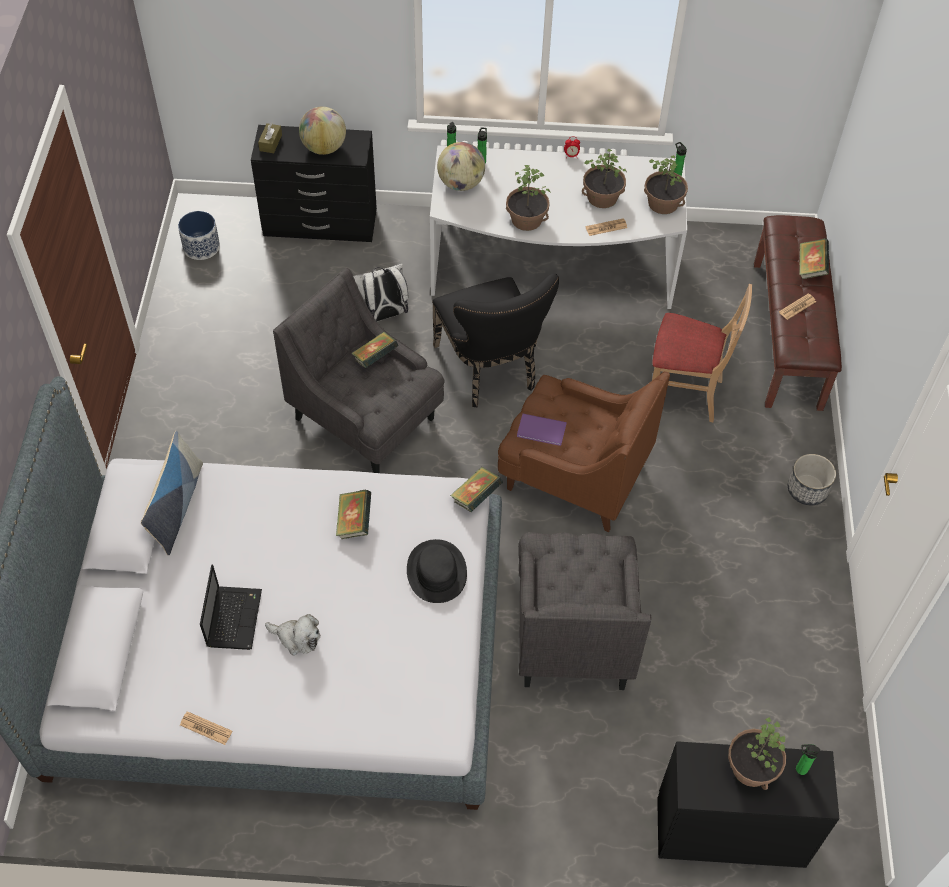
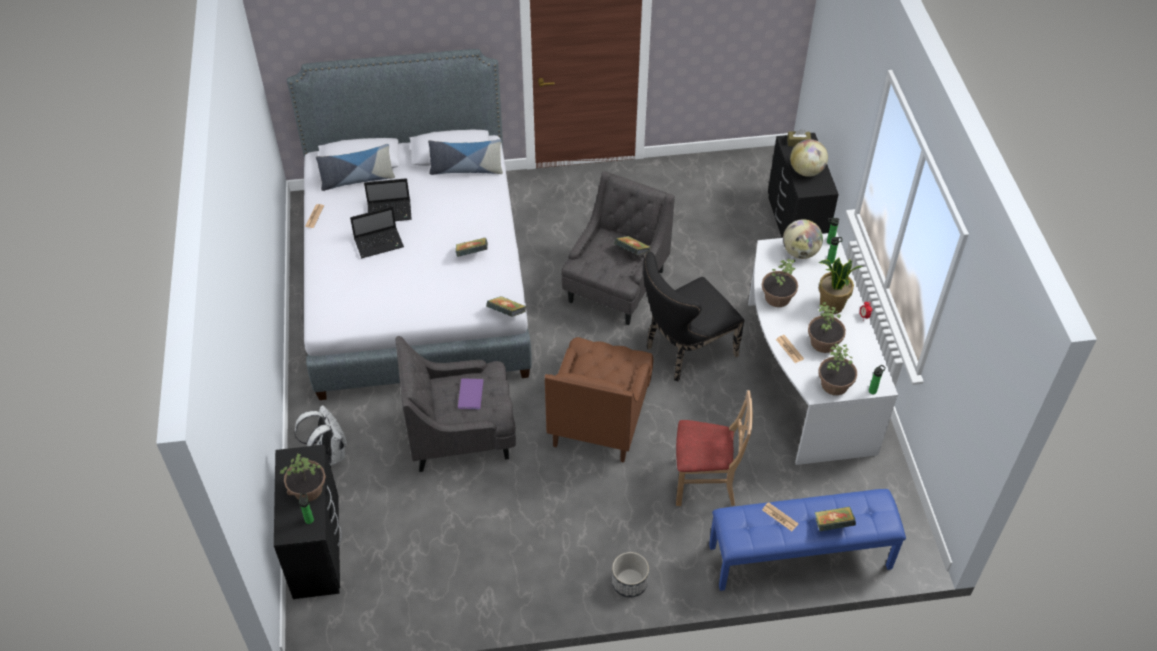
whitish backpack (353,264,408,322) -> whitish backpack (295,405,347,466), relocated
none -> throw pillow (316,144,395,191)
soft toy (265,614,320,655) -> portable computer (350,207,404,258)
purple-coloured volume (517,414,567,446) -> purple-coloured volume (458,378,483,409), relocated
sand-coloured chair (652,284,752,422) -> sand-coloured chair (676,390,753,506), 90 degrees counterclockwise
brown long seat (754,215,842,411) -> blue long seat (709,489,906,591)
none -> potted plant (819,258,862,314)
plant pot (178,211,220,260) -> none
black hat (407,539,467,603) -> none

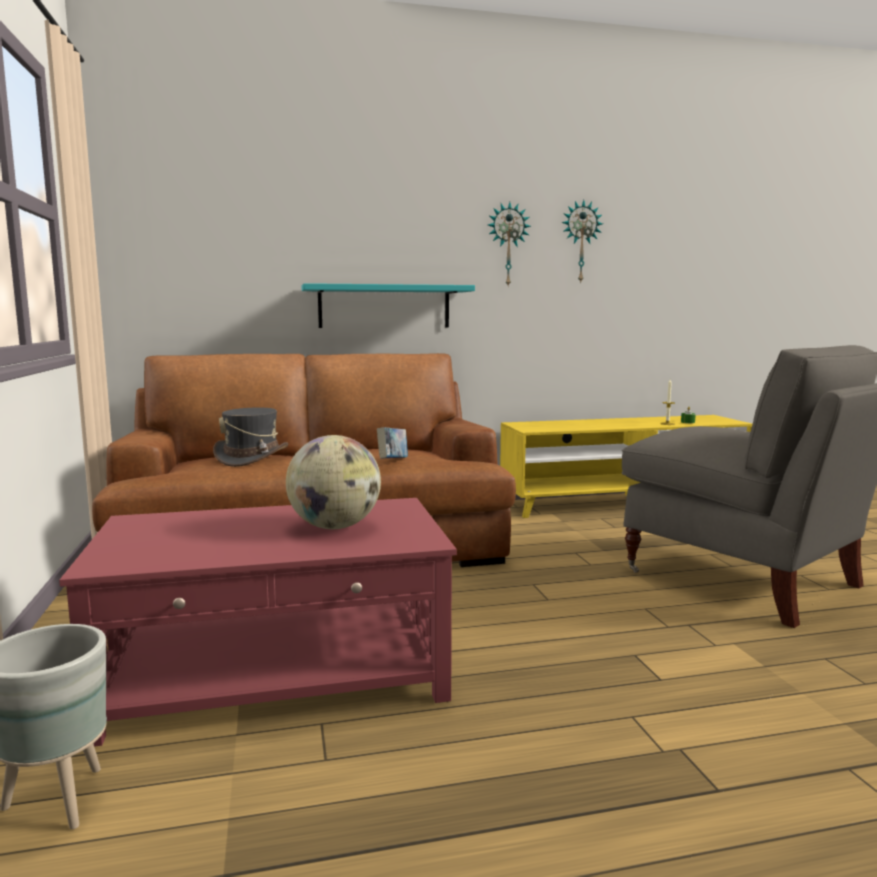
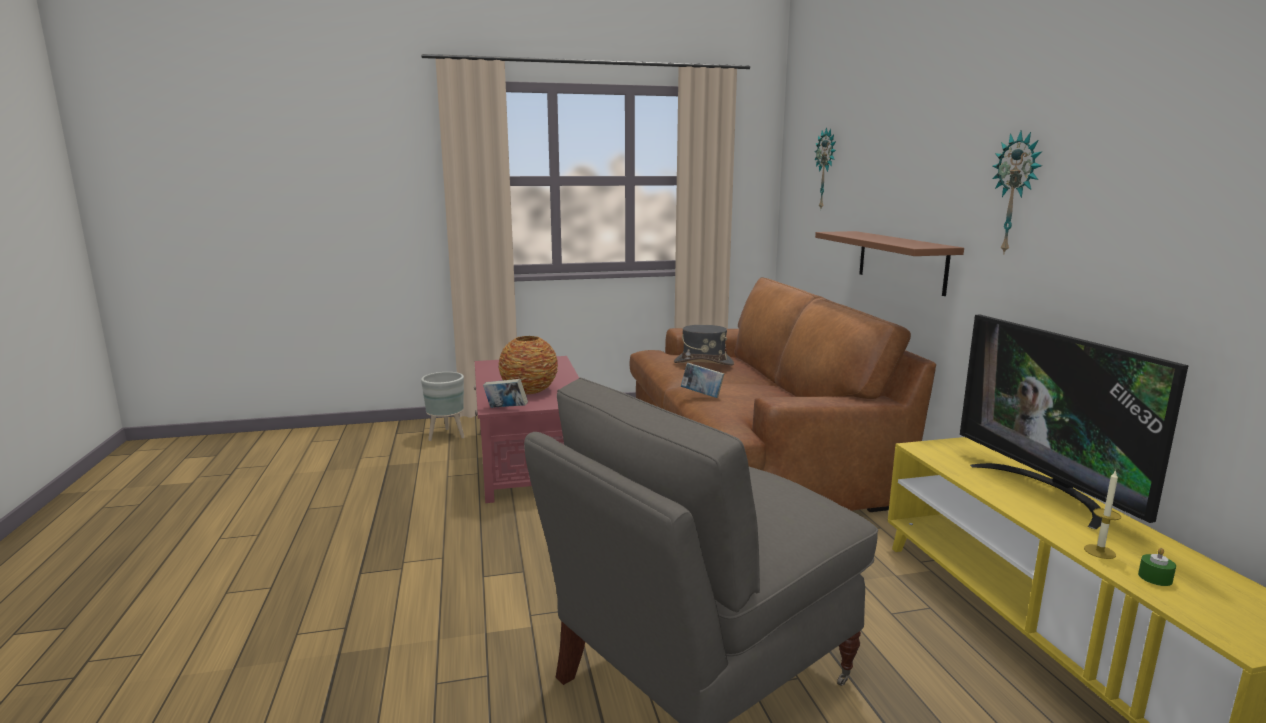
none -> volume (483,379,528,408)
globe (286,435,381,529) -> vase (499,336,558,395)
wall clock (562,200,603,284) -> wall clock (815,127,836,208), relocated
turquoise wall shelf (302,283,475,328) -> brown wall shelf (815,231,964,296)
none -> television (960,315,1189,529)

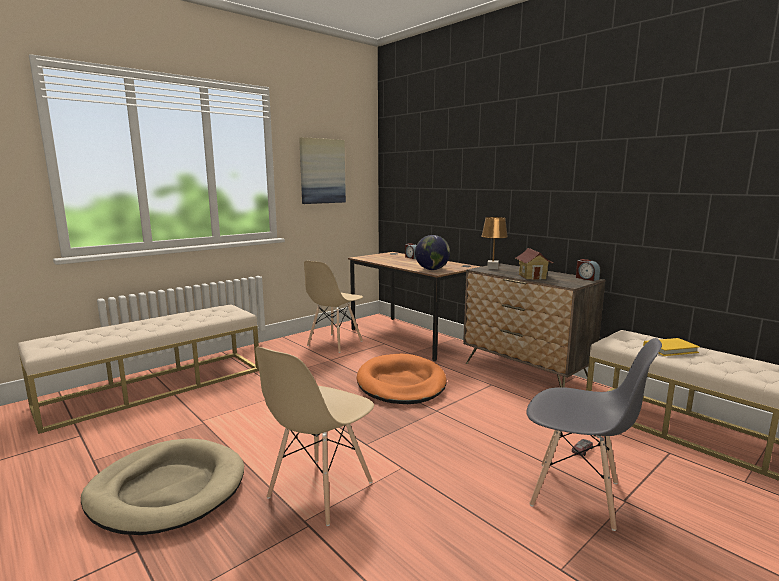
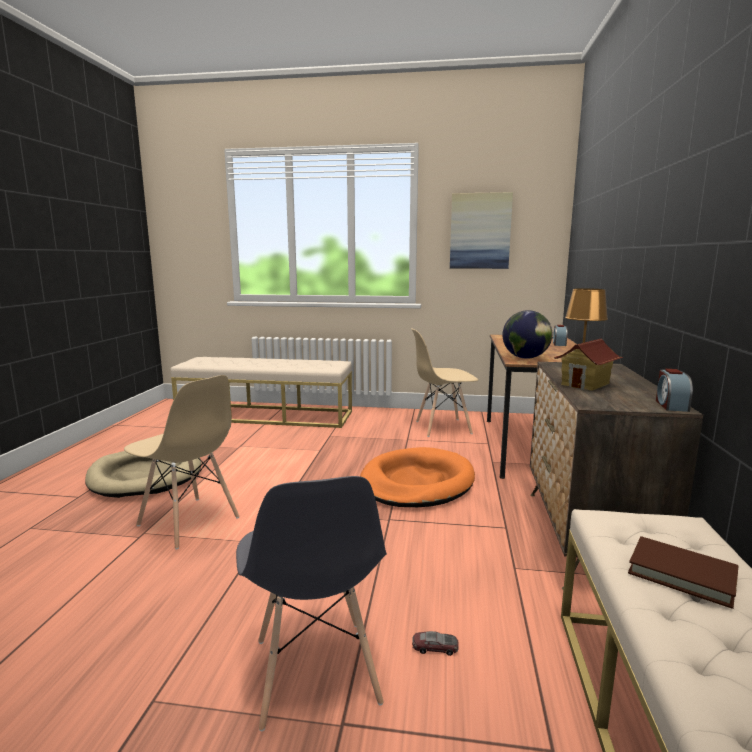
sand-coloured chair (255,347,374,526) -> sand-coloured chair (124,375,240,549), 135 degrees counterclockwise
yellowish volume (643,338,700,356) -> brown volume (628,536,738,609)

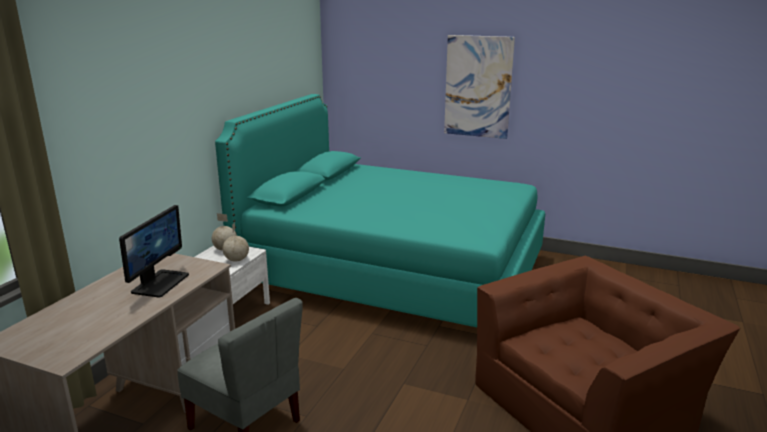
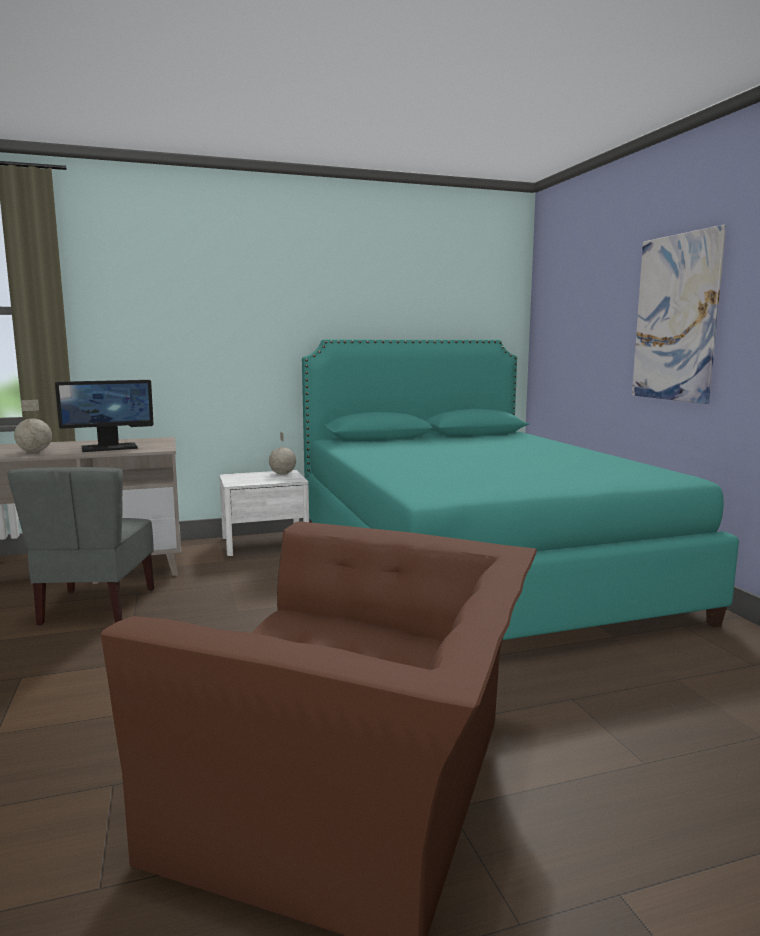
globe (222,221,249,262) -> globe (14,400,52,452), relocated

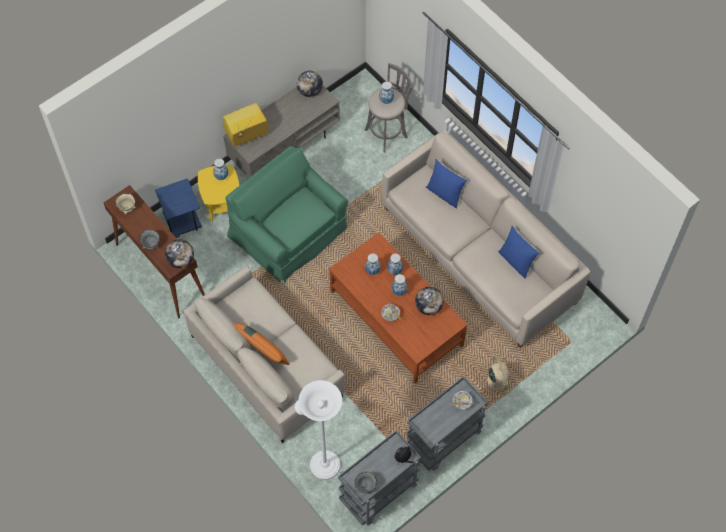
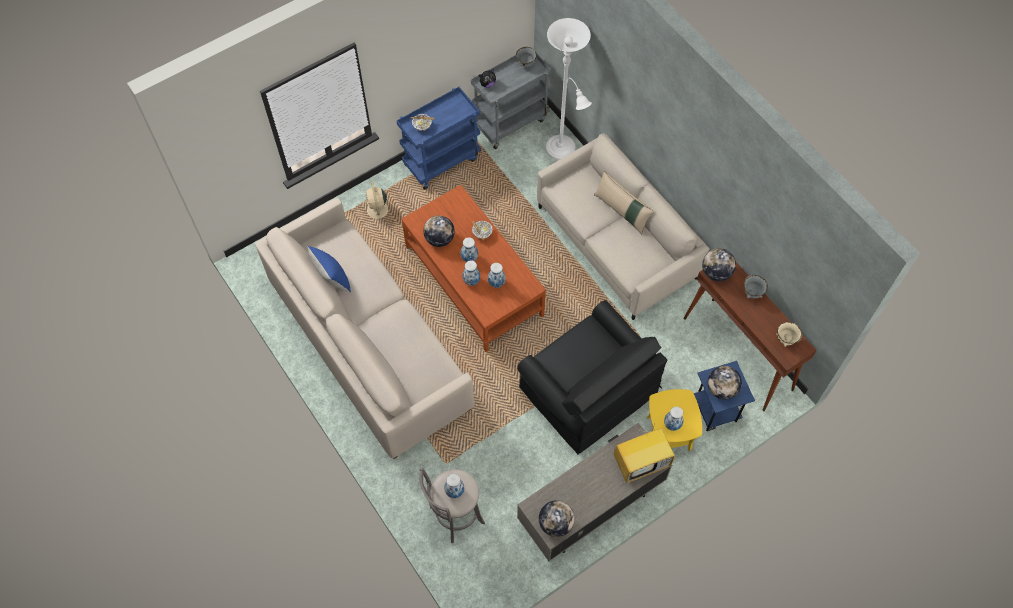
gray wheeled cart (406,376,488,471) -> blue wheeled cart (397,87,481,190)
greenish easy chair (225,146,348,283) -> black easy chair (517,300,667,455)
orange throw pillow (234,323,289,365) -> sand-coloured throw pillow (594,171,654,234)
none -> globe (708,366,742,400)
blue throw pillow (426,159,467,209) -> none

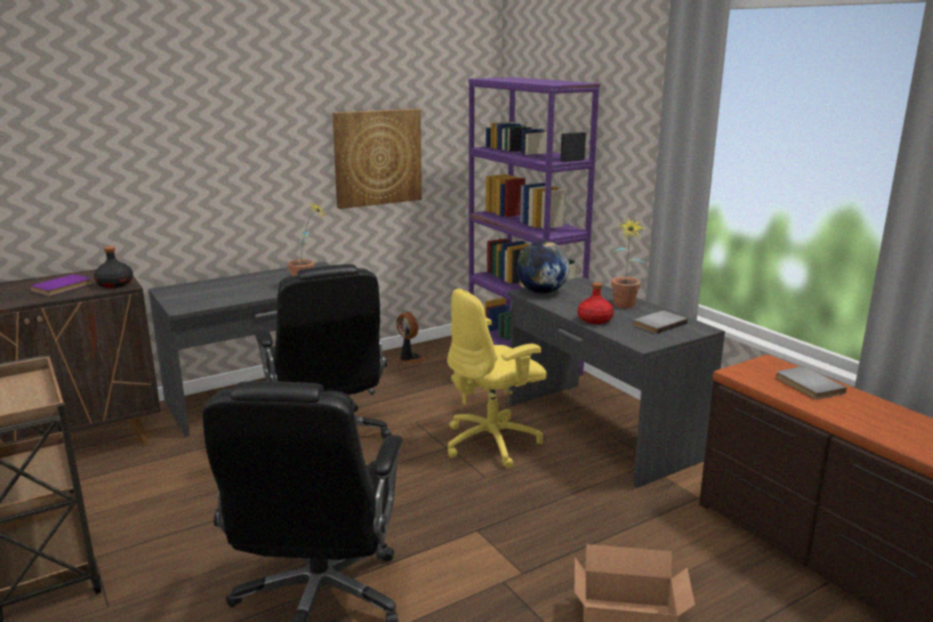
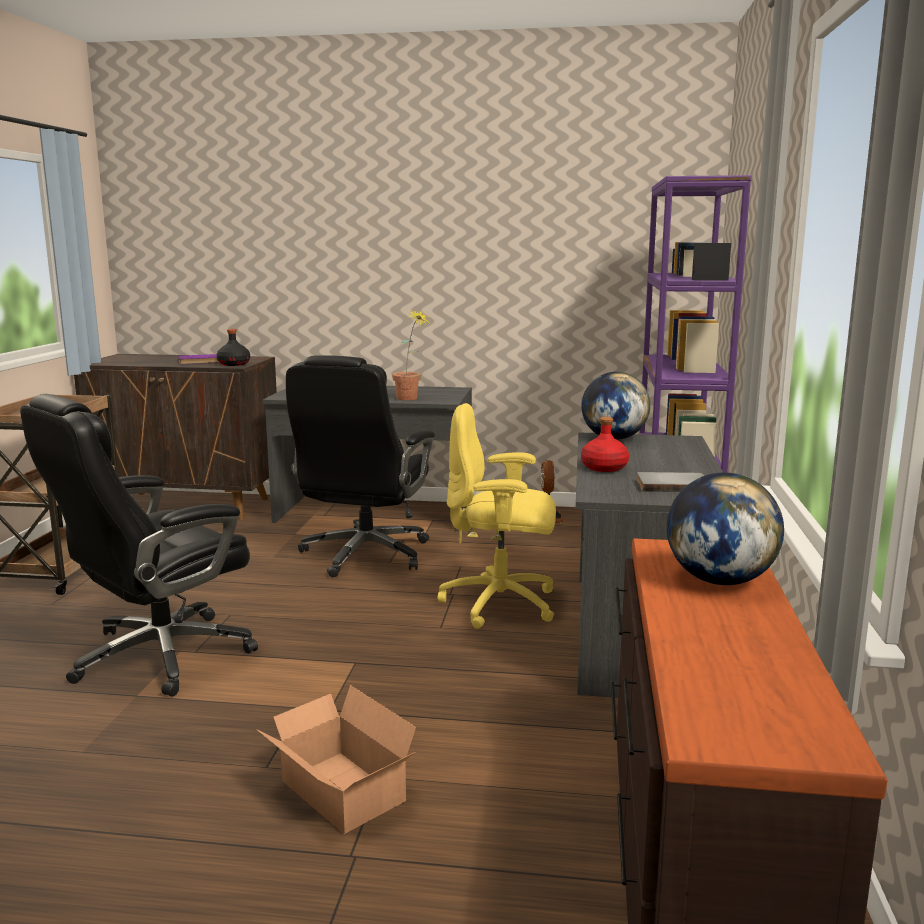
gray volume (776,366,847,400) -> globe (667,472,784,585)
wall art (332,109,422,209) -> none
potted plant (611,218,646,308) -> none

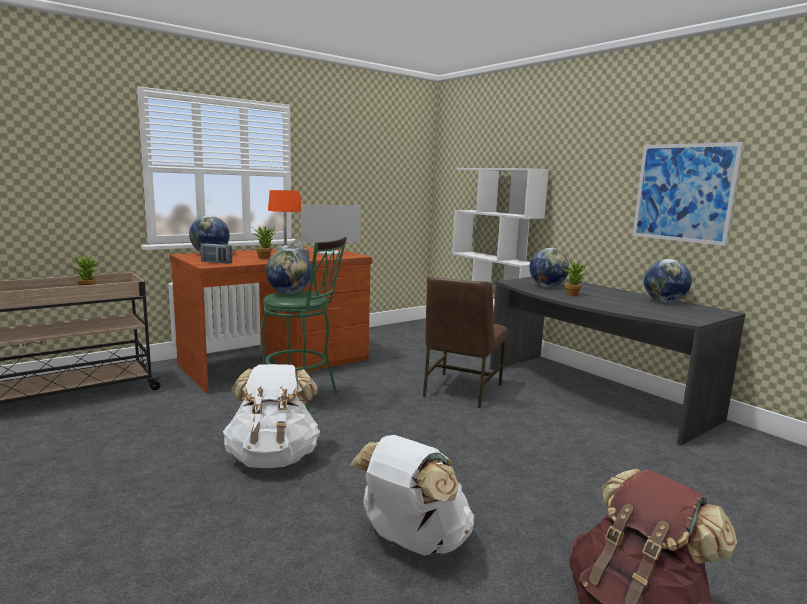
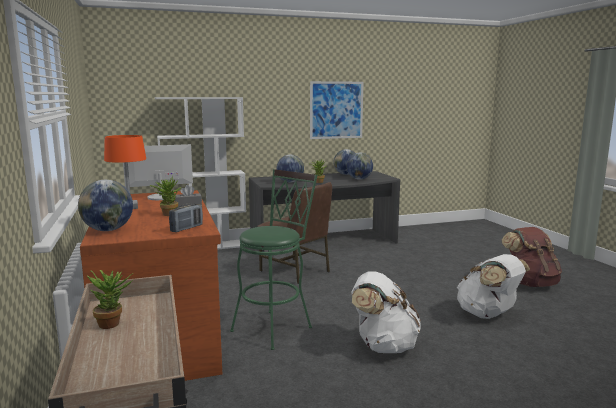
computer display (301,205,361,255) -> computer display (123,144,193,200), 105 degrees counterclockwise
globe (266,249,311,294) -> globe (346,153,373,180), relocated

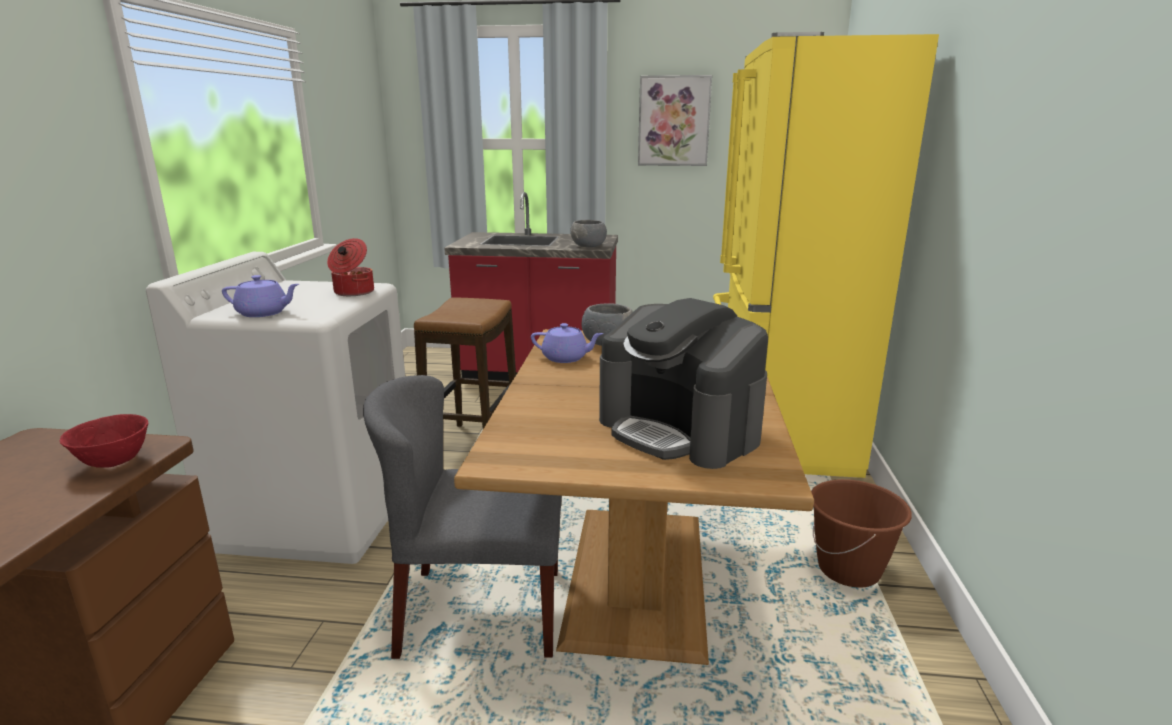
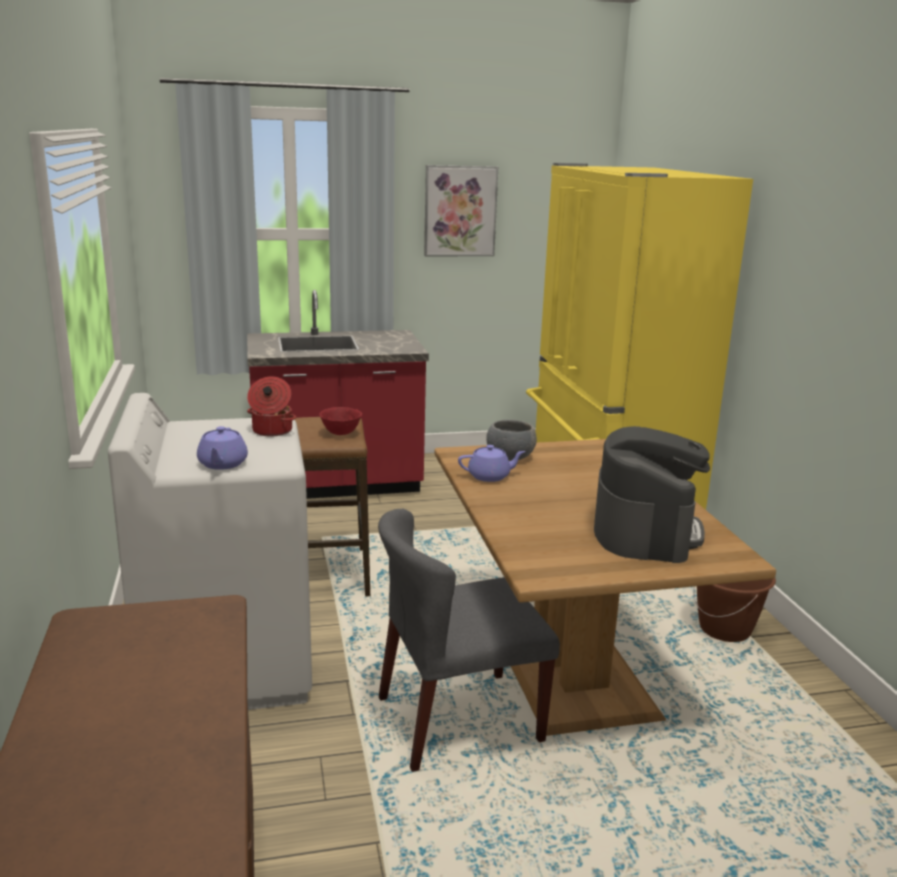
purple-coloured tea pot (222,275,299,317) -> purple-coloured tea pot (197,426,248,470), 105 degrees clockwise
reddish bowl (60,414,148,468) -> reddish bowl (319,407,362,435), relocated
coffee brewer (599,298,768,469) -> coffee brewer (594,426,710,563), 105 degrees counterclockwise
gray bowl (570,220,607,247) -> none

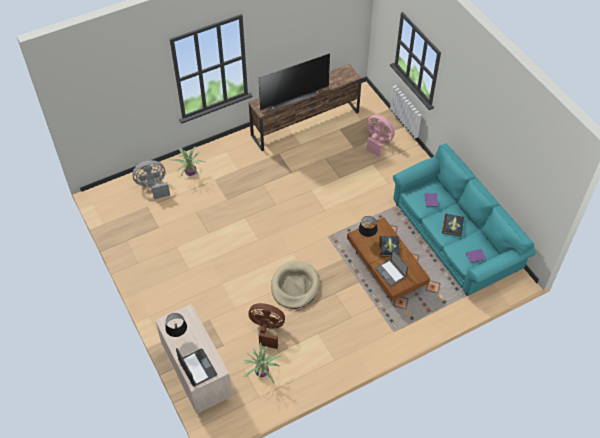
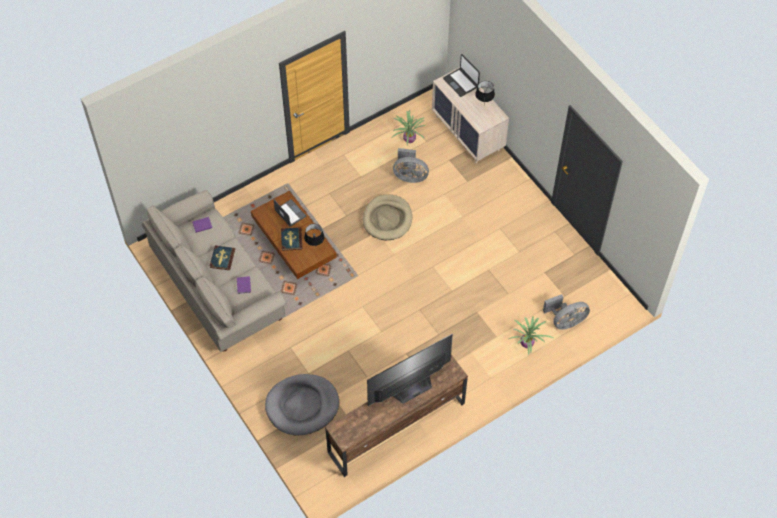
turquoise couch (393,143,535,296) -> sand-coloured couch (142,190,286,352)
pink-coloured cooling fan (366,114,395,157) -> gray dog cushion (265,374,339,435)
brown cooling fan (248,303,285,349) -> gray cooling fan (393,148,429,183)

